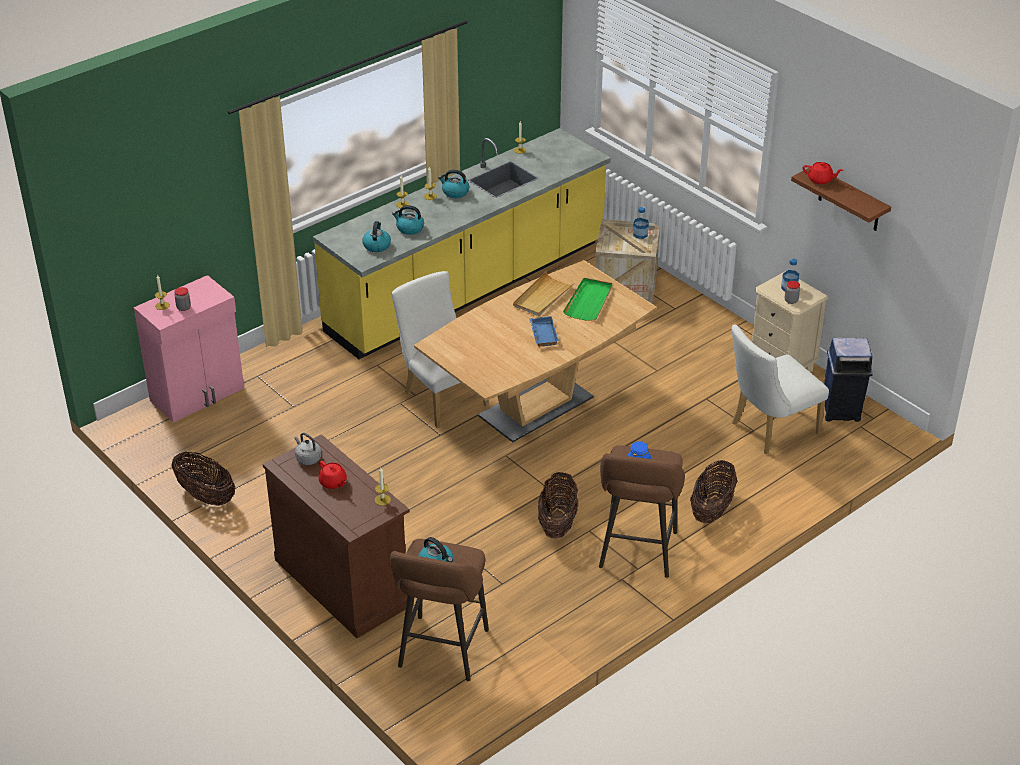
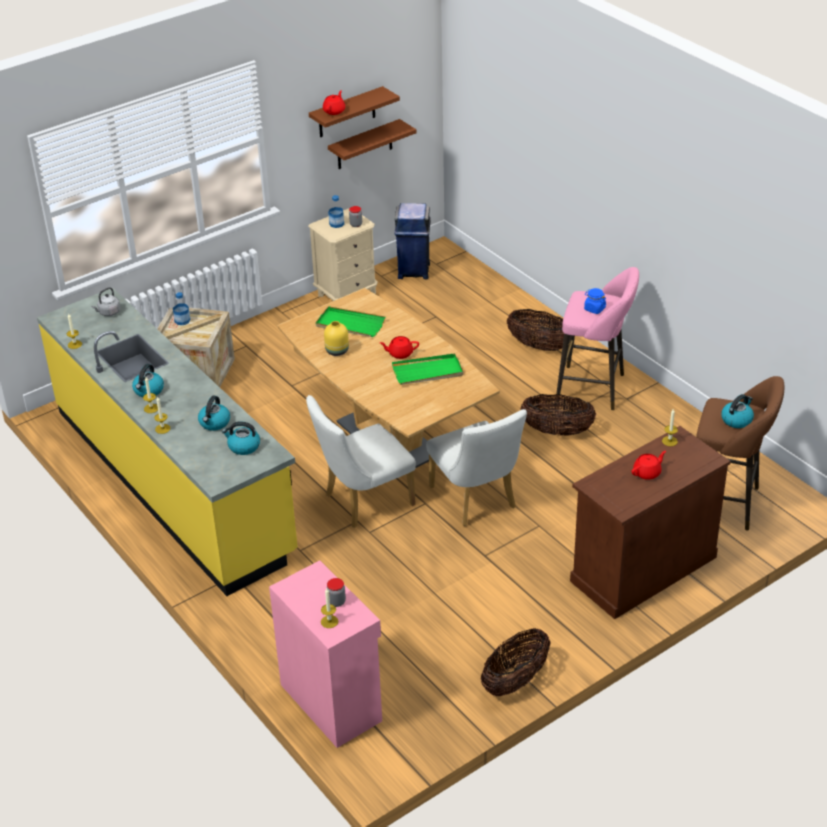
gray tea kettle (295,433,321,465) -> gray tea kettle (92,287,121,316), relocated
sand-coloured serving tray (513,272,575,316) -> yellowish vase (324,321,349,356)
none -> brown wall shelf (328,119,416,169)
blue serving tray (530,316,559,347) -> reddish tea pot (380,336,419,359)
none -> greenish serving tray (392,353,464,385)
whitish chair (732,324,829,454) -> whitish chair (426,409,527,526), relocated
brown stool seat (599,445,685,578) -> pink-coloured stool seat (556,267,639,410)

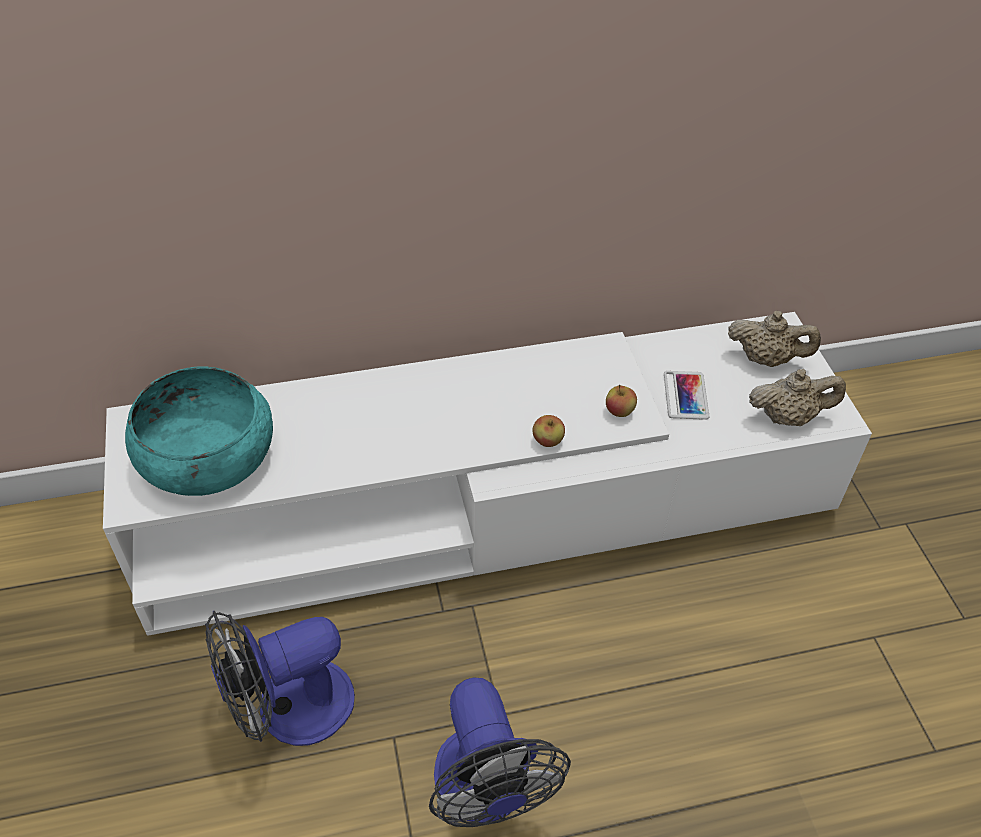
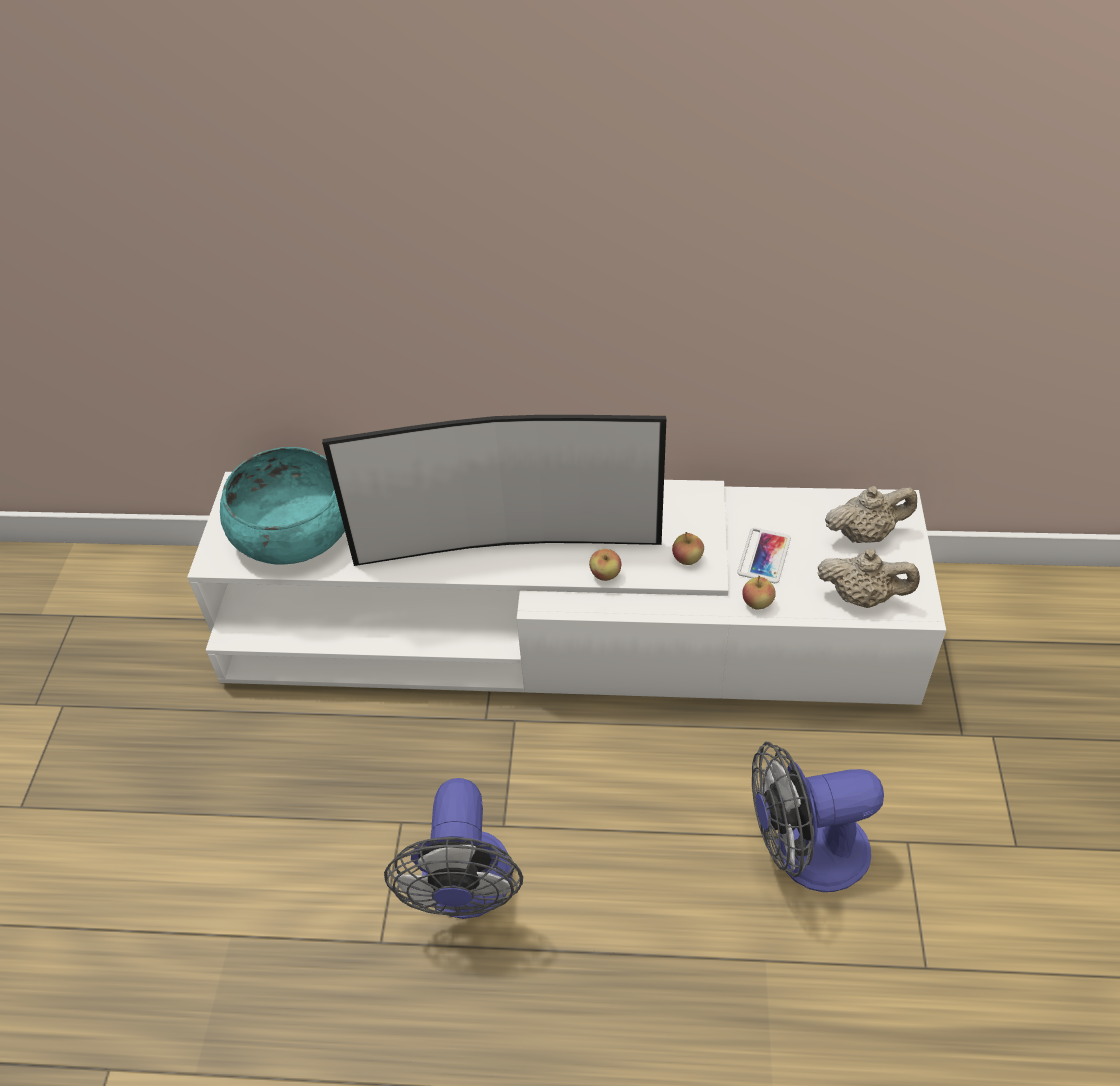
none -> television (322,415,666,566)
none -> apple fruit (742,576,776,610)
cooling fan (205,611,355,746) -> cooling fan (752,742,884,892), relocated
sand-coloured tea pot (728,311,821,367) -> sand-coloured tea pot (825,486,917,543), 45 degrees counterclockwise

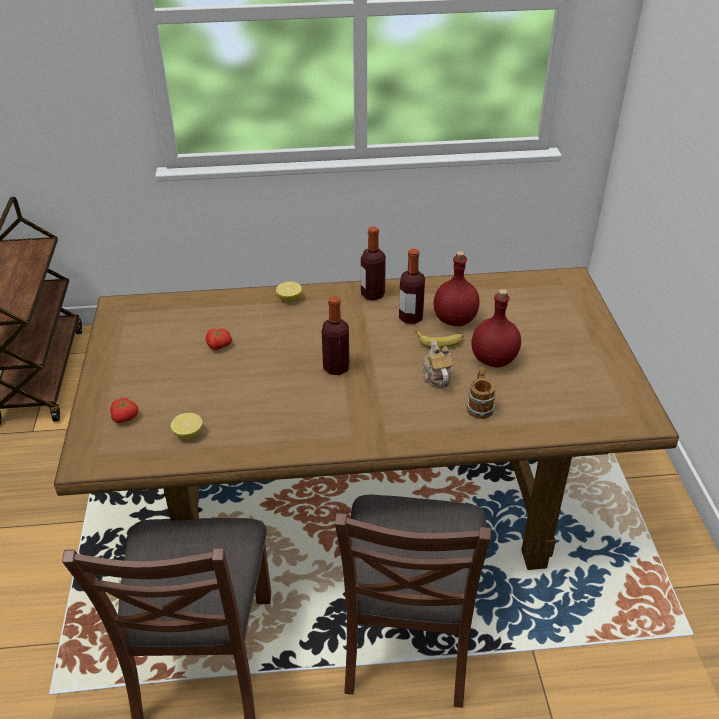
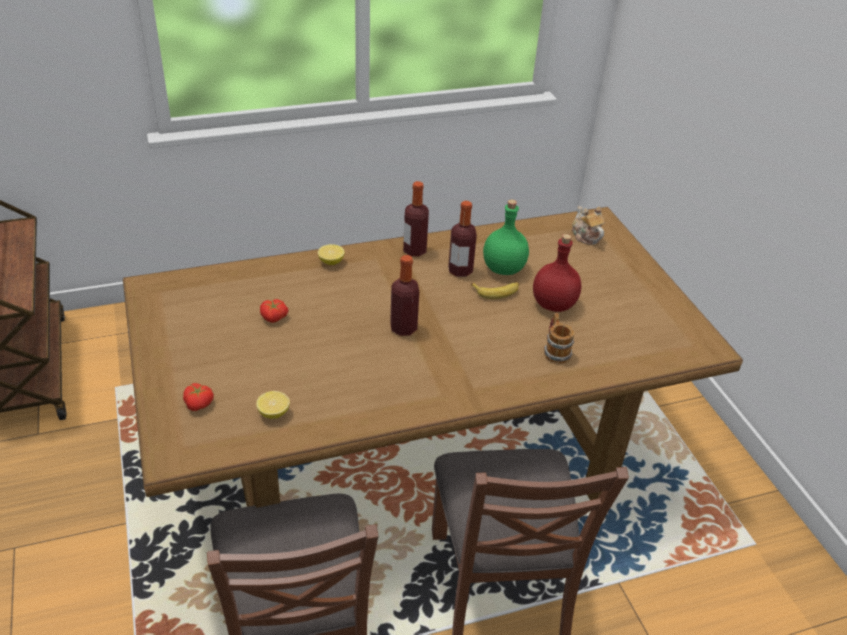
reddish bottle (434,251,480,326) -> greenish bottle (483,200,529,275)
tea pot (423,341,453,388) -> tea pot (572,206,605,245), relocated

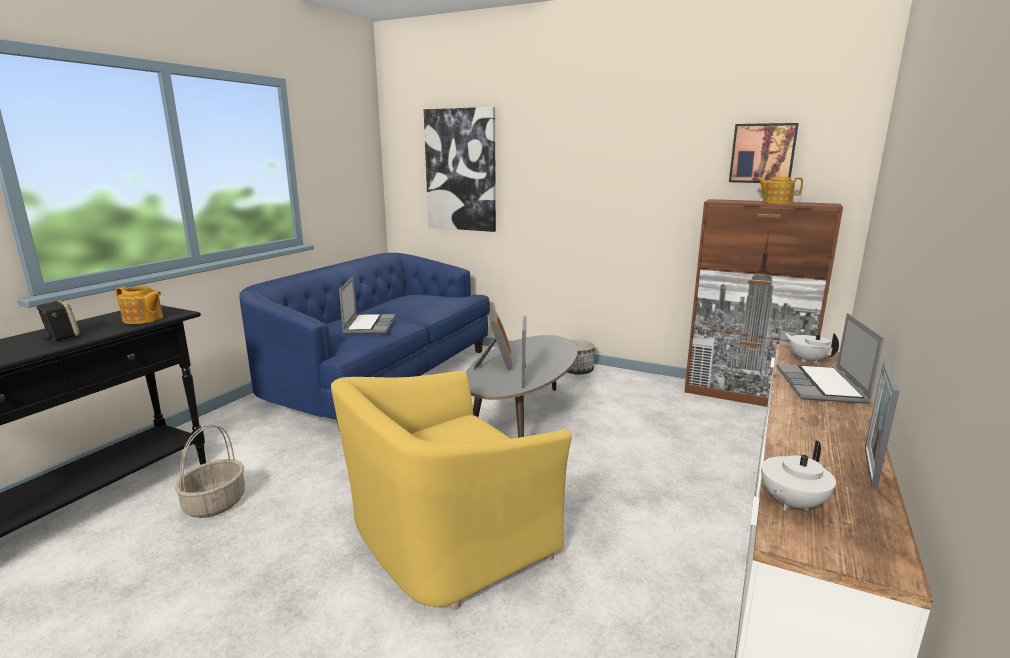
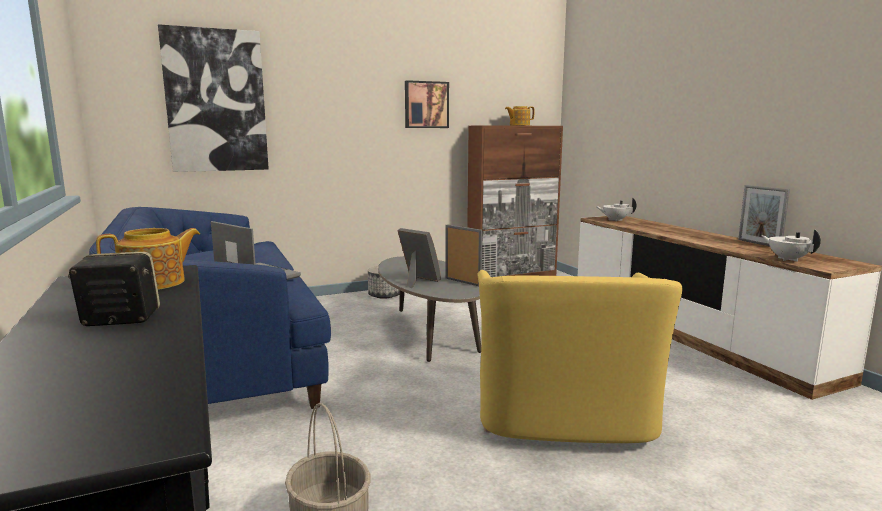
wall art (729,123,799,183) -> wall art (405,80,449,128), relocated
whitish tea pot (761,440,836,511) -> whitish tea pot (761,230,821,262), 150 degrees clockwise
portable computer (777,313,884,404) -> none

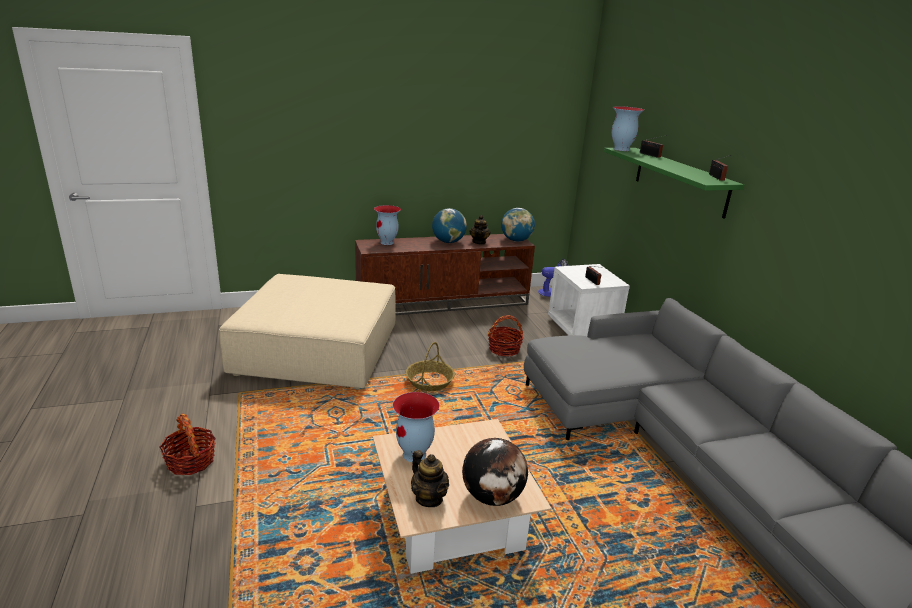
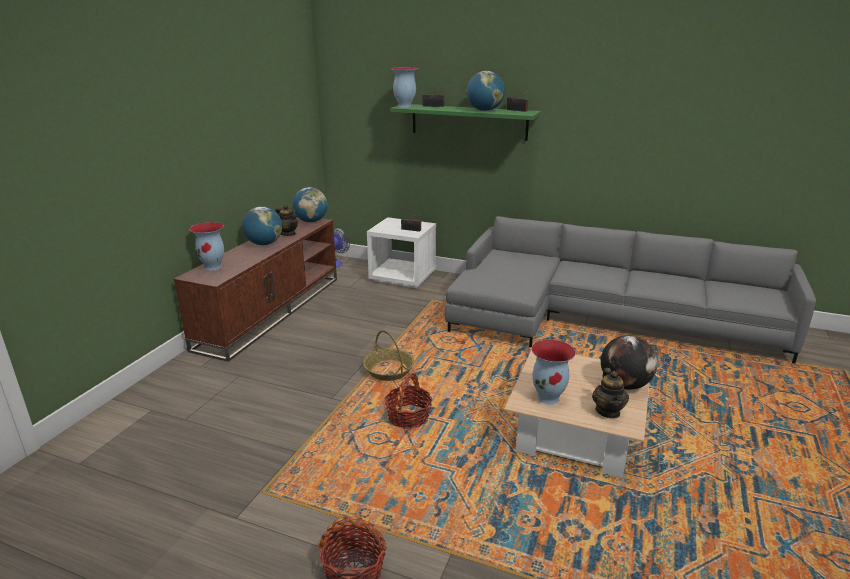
household basket (488,315,523,356) -> household basket (385,373,432,429), relocated
none -> globe (467,71,505,111)
tea pot (411,450,449,507) -> tea pot (592,368,629,419), 90 degrees clockwise
sand-coloured pouffe (219,274,396,389) -> none

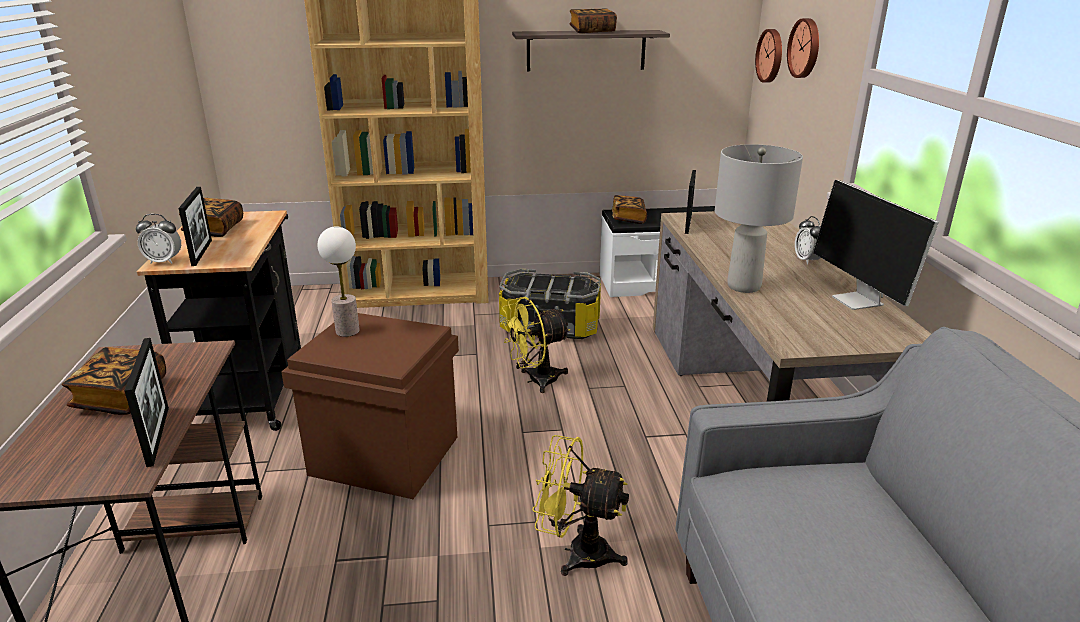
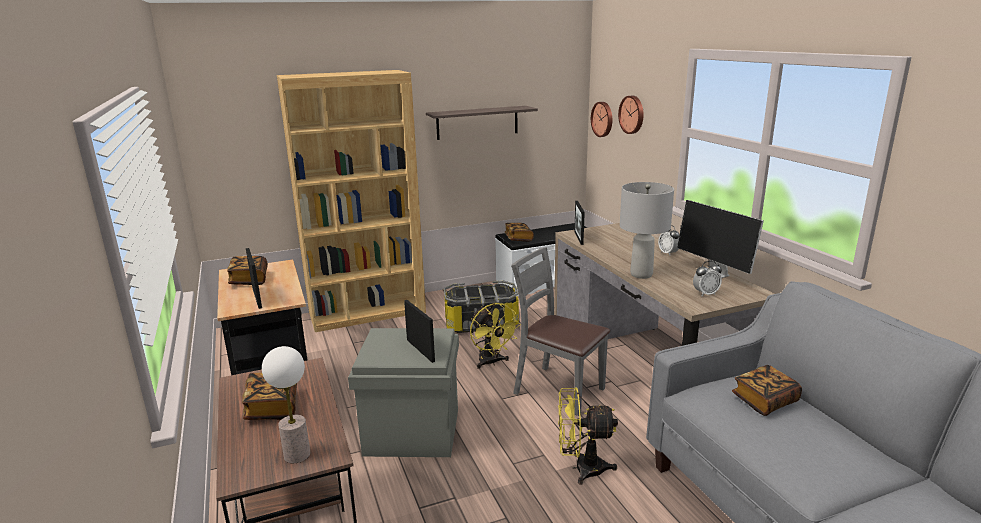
tabletop lamp (318,227,360,337) -> tabletop lamp (262,346,310,463), relocated
brown storage container (281,313,459,499) -> gray storage container (348,328,459,457)
picture frame (125,338,169,467) -> picture frame (404,300,435,363), relocated
yellowish cooling fan (501,297,570,393) -> yellowish cooling fan (470,303,521,369), 75 degrees counterclockwise
none -> gray chair (511,247,610,416)
bedside clock (136,214,181,264) -> bedside clock (693,261,722,296), relocated
volume (570,8,617,33) -> volume (732,365,802,416), relocated

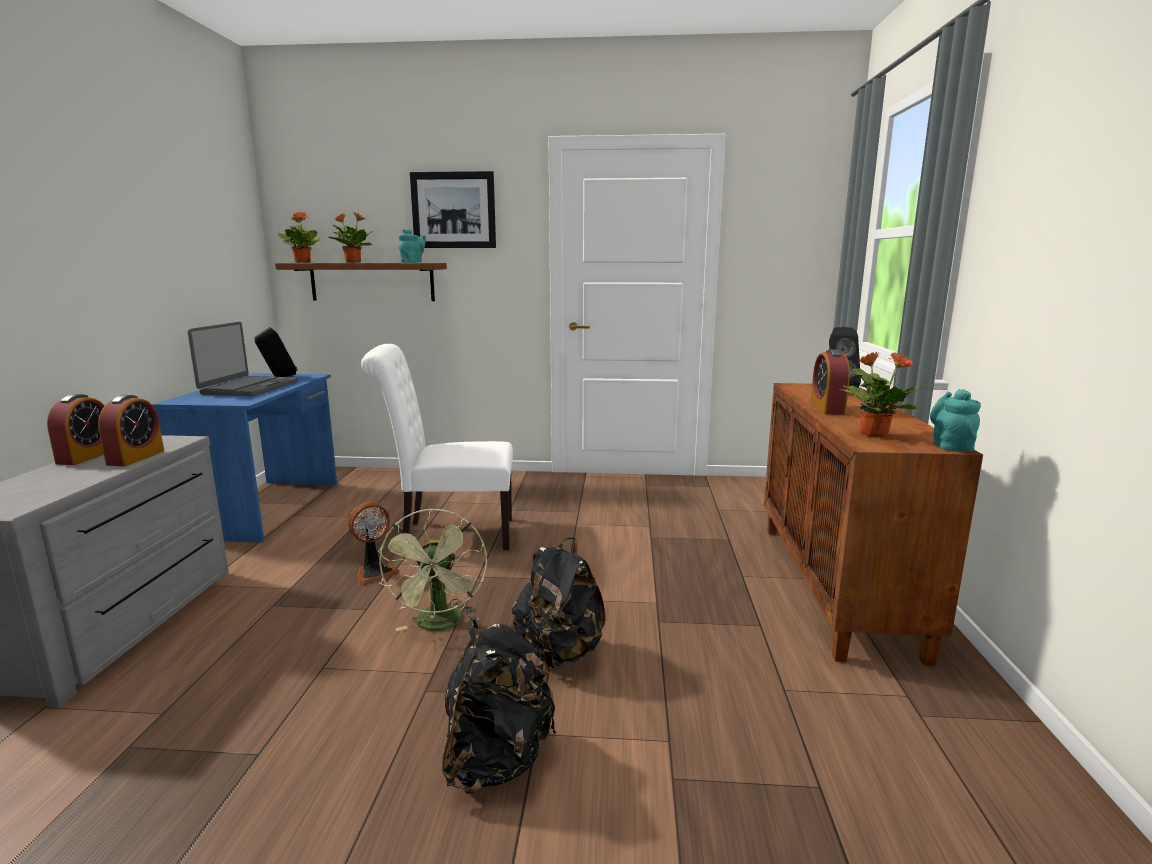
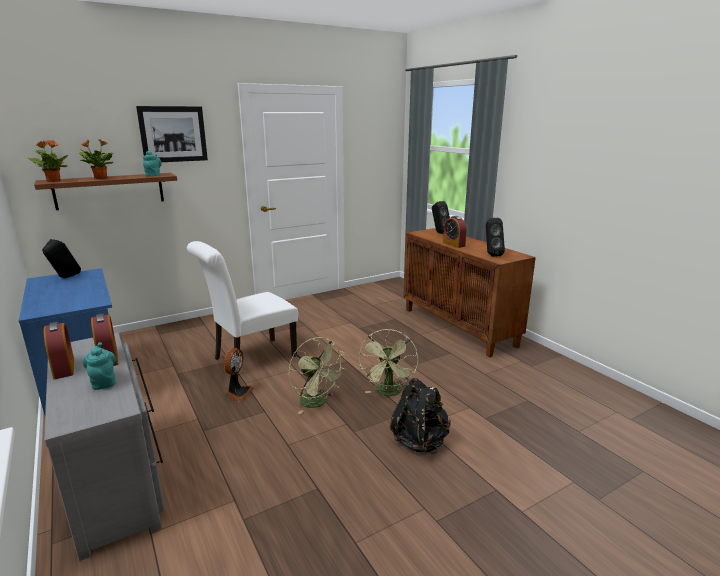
turquoise tea pot (930,389,981,451) -> turquoise tea pot (83,342,116,390), relocated
black backpack (512,537,606,668) -> greenish cooling fan (359,329,418,396)
potted plant (839,351,925,437) -> black speaker (486,218,505,257)
portable computer (188,322,298,396) -> none

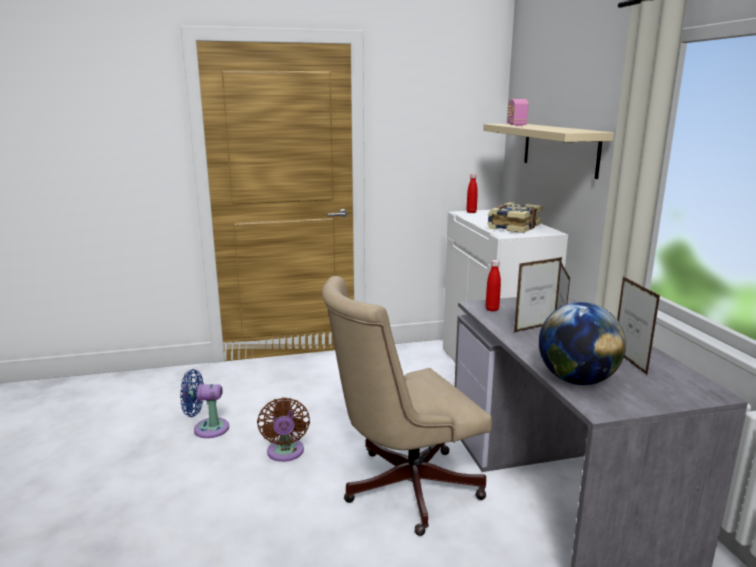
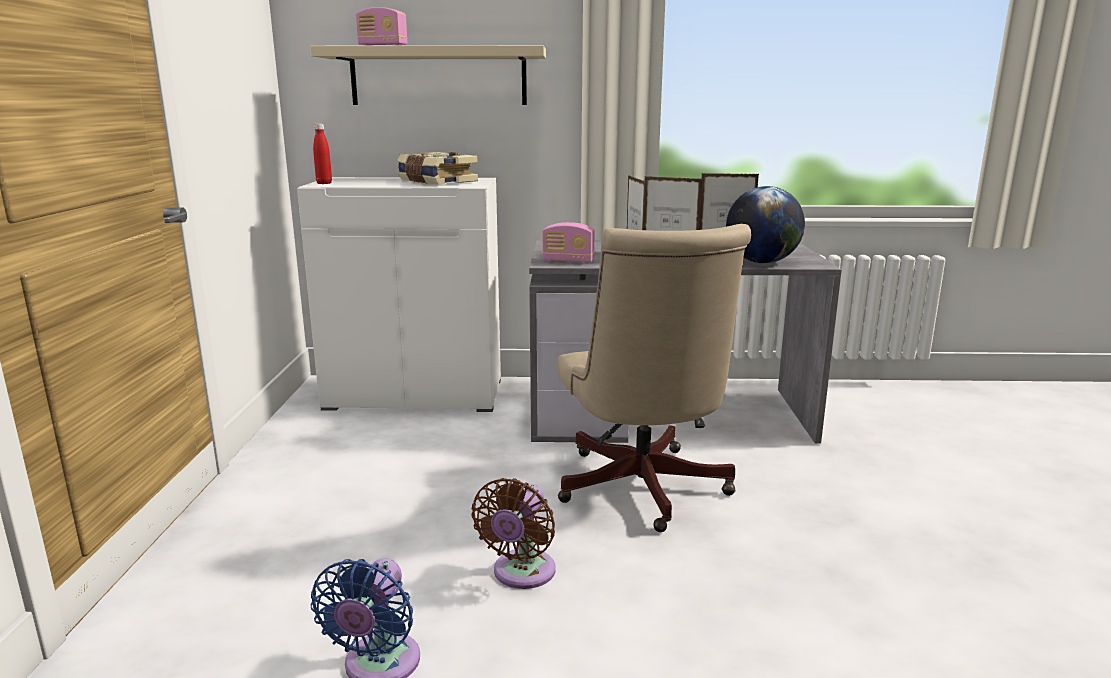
brown cooling fan (257,398,310,462) -> brown cooling fan (471,478,556,589), 105 degrees clockwise
reddish bottle (486,260,501,311) -> radio (542,222,595,263)

